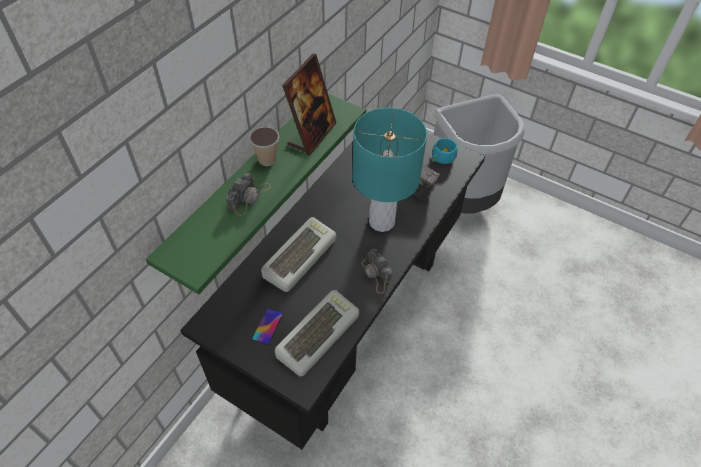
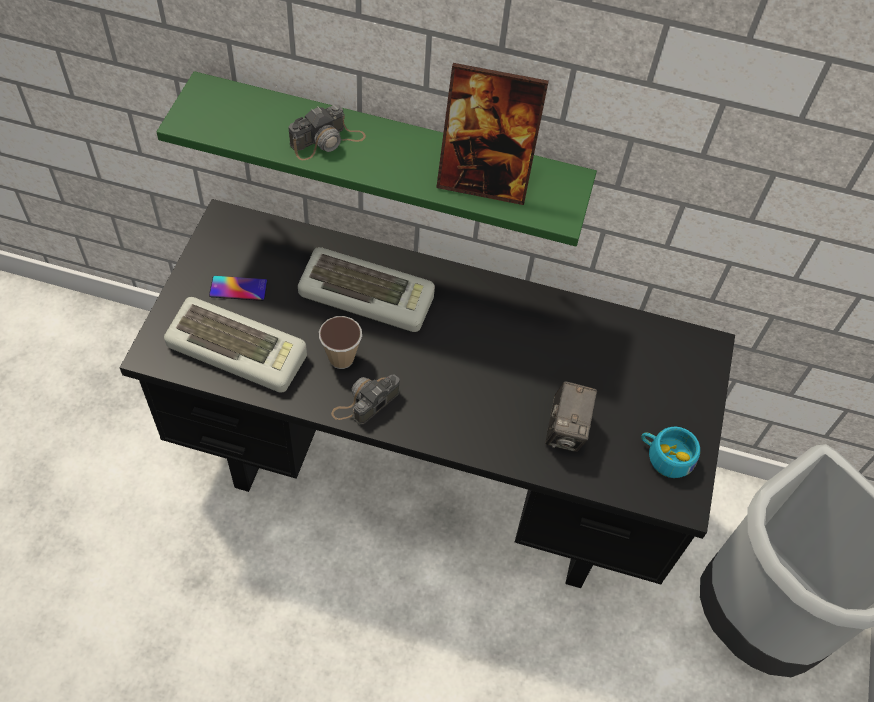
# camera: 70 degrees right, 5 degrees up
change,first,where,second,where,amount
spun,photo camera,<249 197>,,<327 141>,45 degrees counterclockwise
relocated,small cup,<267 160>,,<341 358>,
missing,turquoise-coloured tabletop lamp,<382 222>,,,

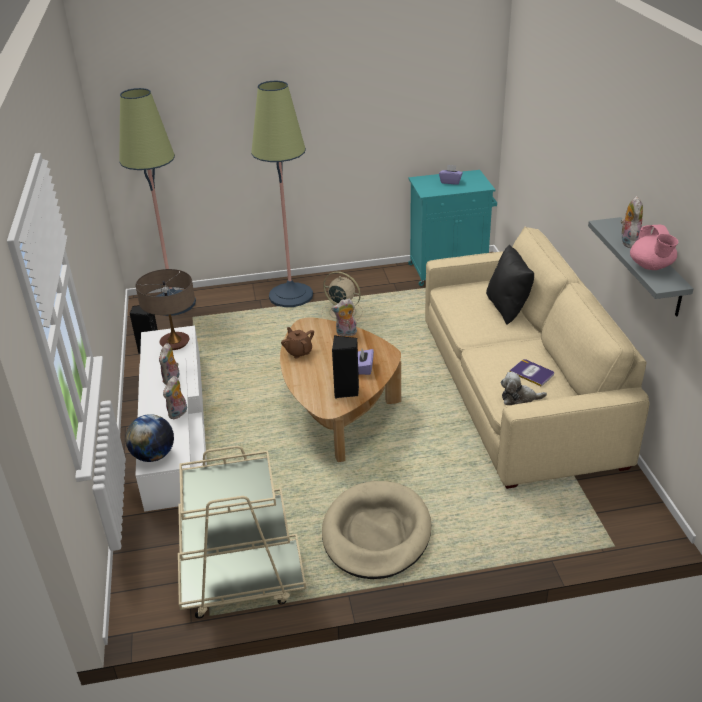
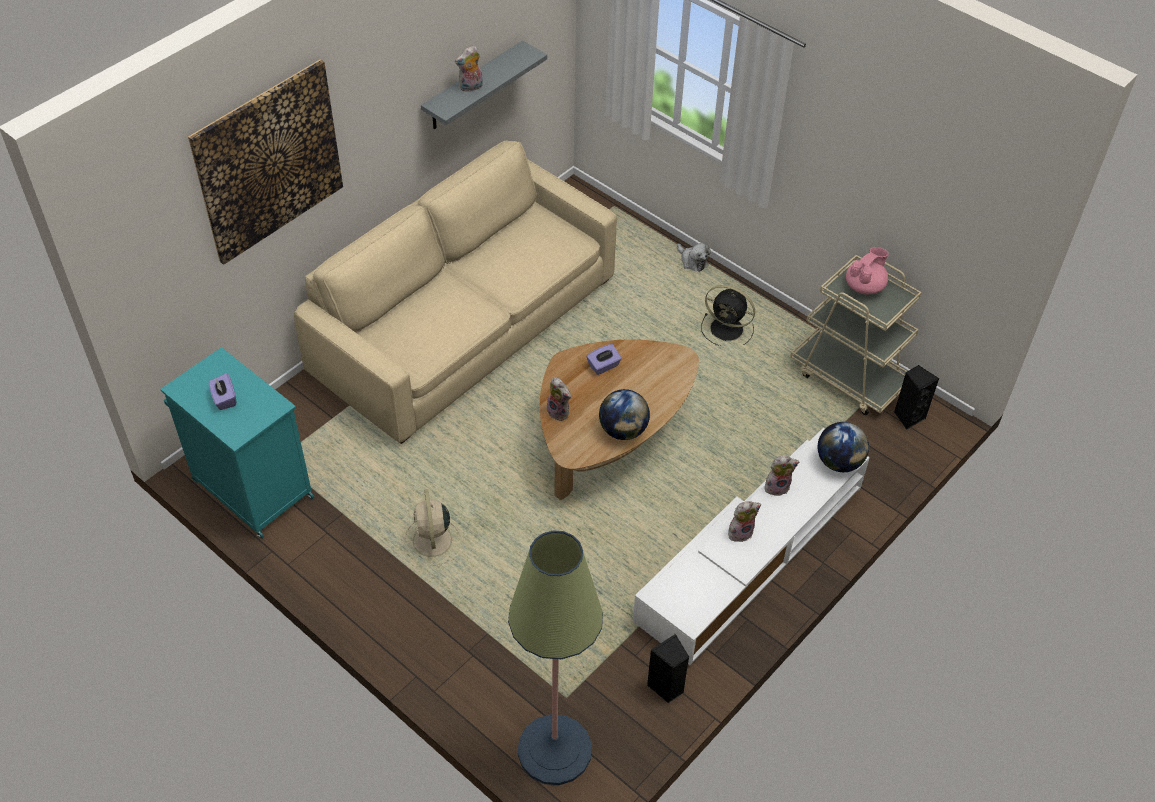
# camera: 130 degrees left, 15 degrees up
change,first,where,second,where,amount
missing,tabletop lamp,<175 343>,,,
missing,floor lamp,<291 296>,,,
exchanged,brown-coloured teapot,<299 352>,desk globe,<623 430>,
exchanged,beige dog bed,<376 533>,black-coloured cooling fan,<728 329>,
relocated,black-coloured audio speaker,<346 391>,,<908 416>,
missing,black-coloured pillow,<507 308>,,,
relocated,plush toy,<519 398>,,<692 261>,
missing,volume,<532 373>,,,
relocated,pink-coloured teapot,<651 266>,,<865 286>,
appeared,,,wall picture,<268 162>,

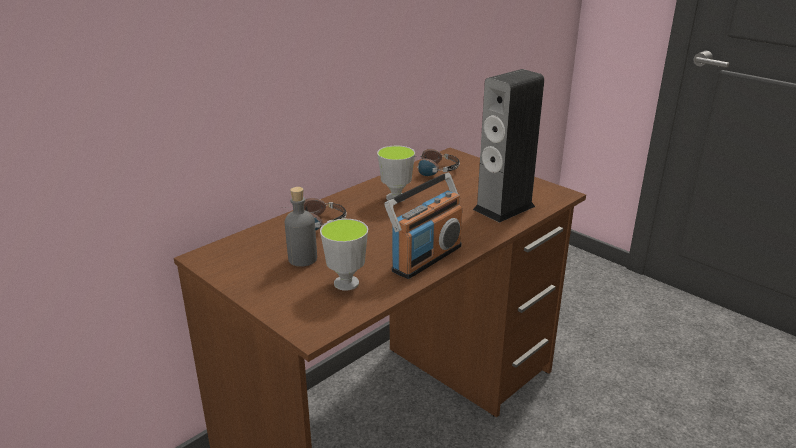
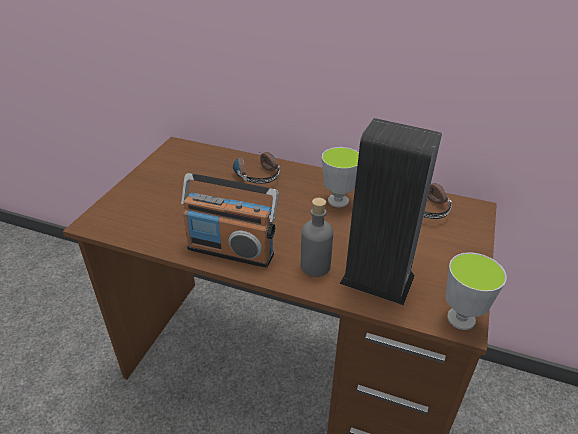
# camera: 65 degrees right, 10 degrees up
change,first,where,second,where,amount
relocated,grey drink bottle,<302 259>,,<315 266>,
relocated,small cup,<346 283>,,<461 319>,

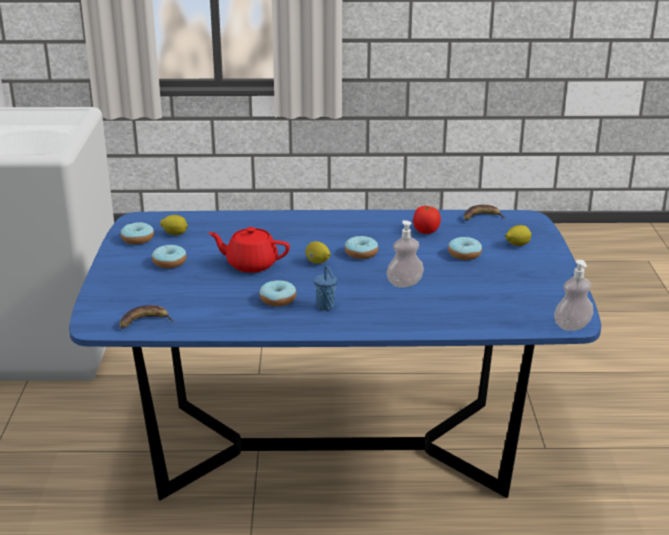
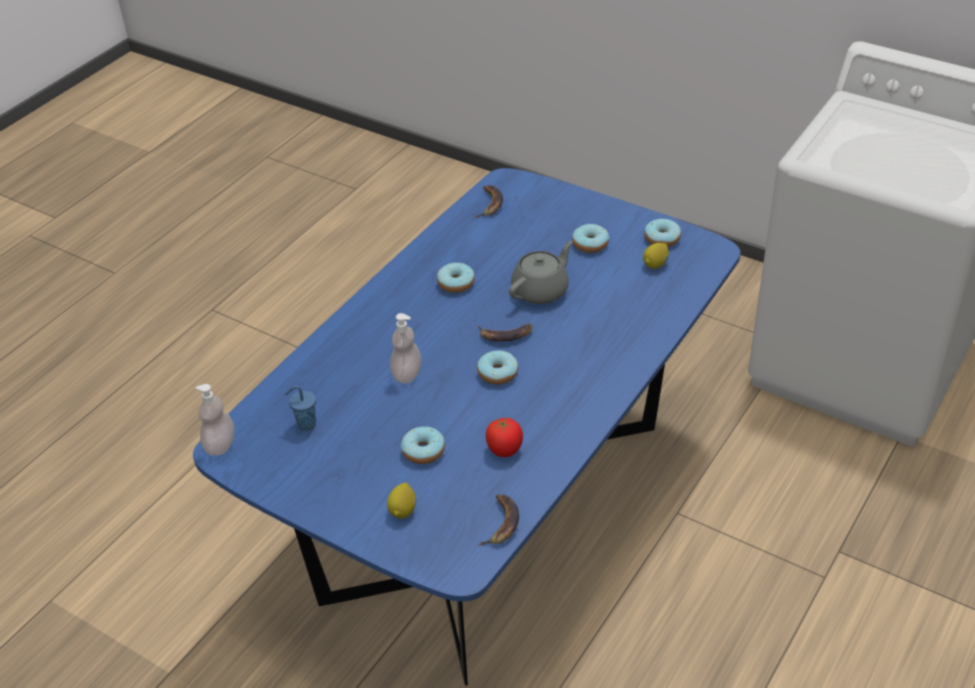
# camera: 125 degrees right, 15 degrees up
change,first,where,second,where,amount
colour,red teapot,<251 264>,grey teapot,<541 291>,
exchanged,whole lemon,<317 262>,banana,<505 335>,
relocated,bluish small cup,<326 307>,,<305 424>,

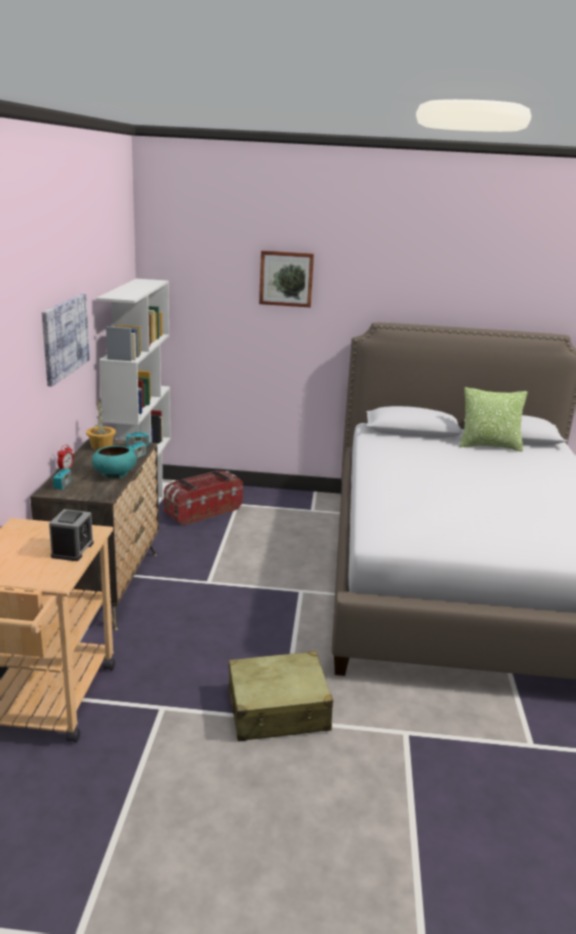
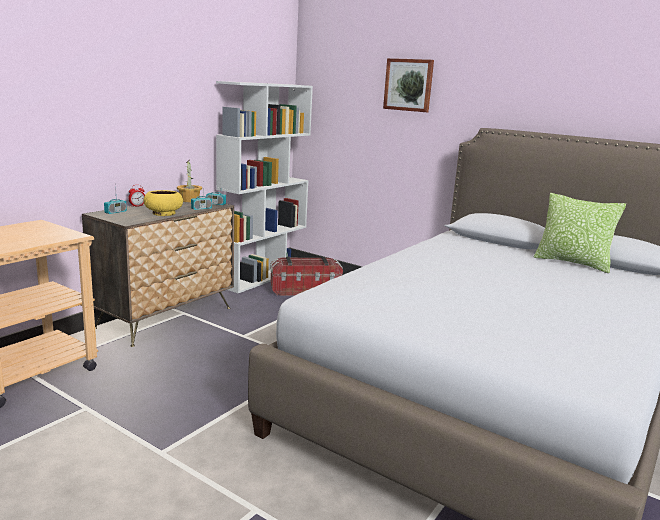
# camera: 30 degrees right, 5 degrees down
change,first,where,second,where,amount
missing,wall picture,<64 337>,,,
missing,table clock,<72 550>,,,
colour,turquoise-coloured serving bowl,<114 474>,yellow serving bowl,<163 213>,
missing,beige piece of luggage,<278 710>,,,

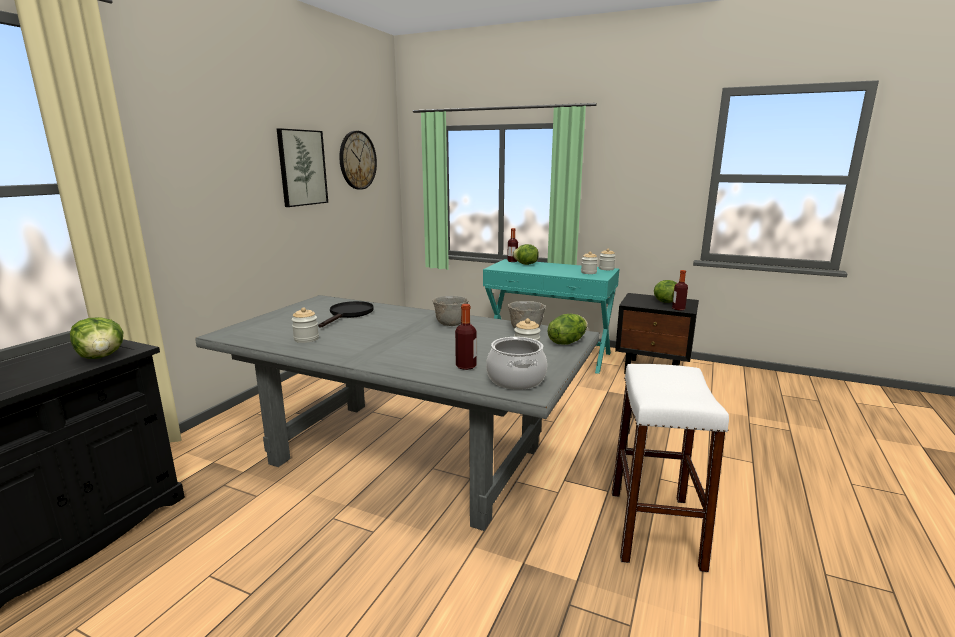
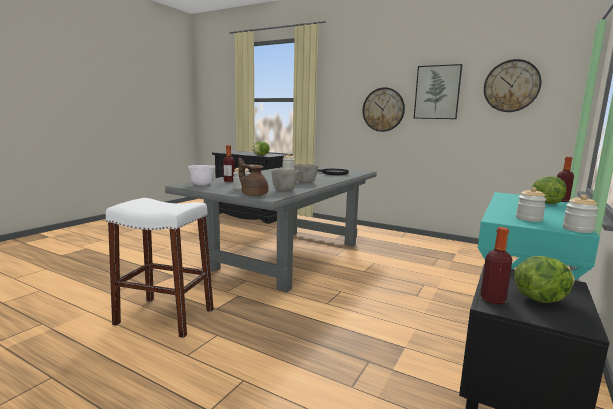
# camera: 95 degrees right, 5 degrees down
change,first,where,second,where,amount
exchanged,saucepot,<516 379>,whitish serving bowl,<202 185>,
exchanged,head of lettuce,<567 342>,brown-coloured teapot,<254 194>,
appeared,,,clock on the wall,<383 109>,

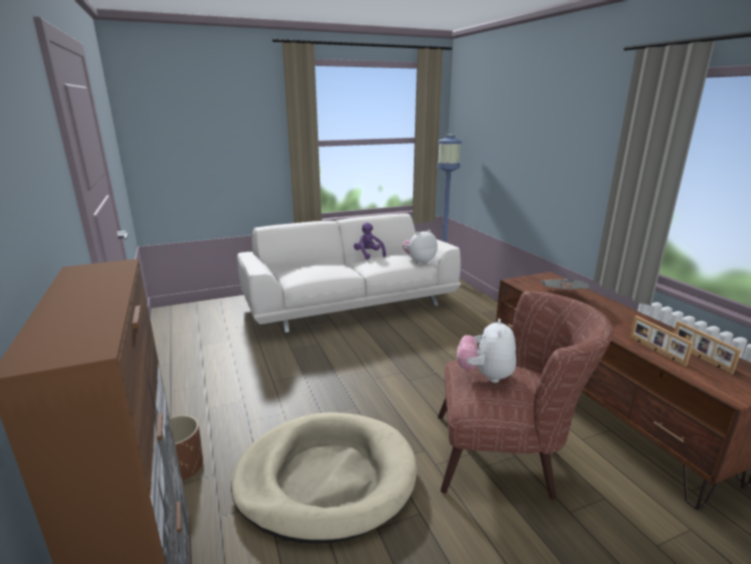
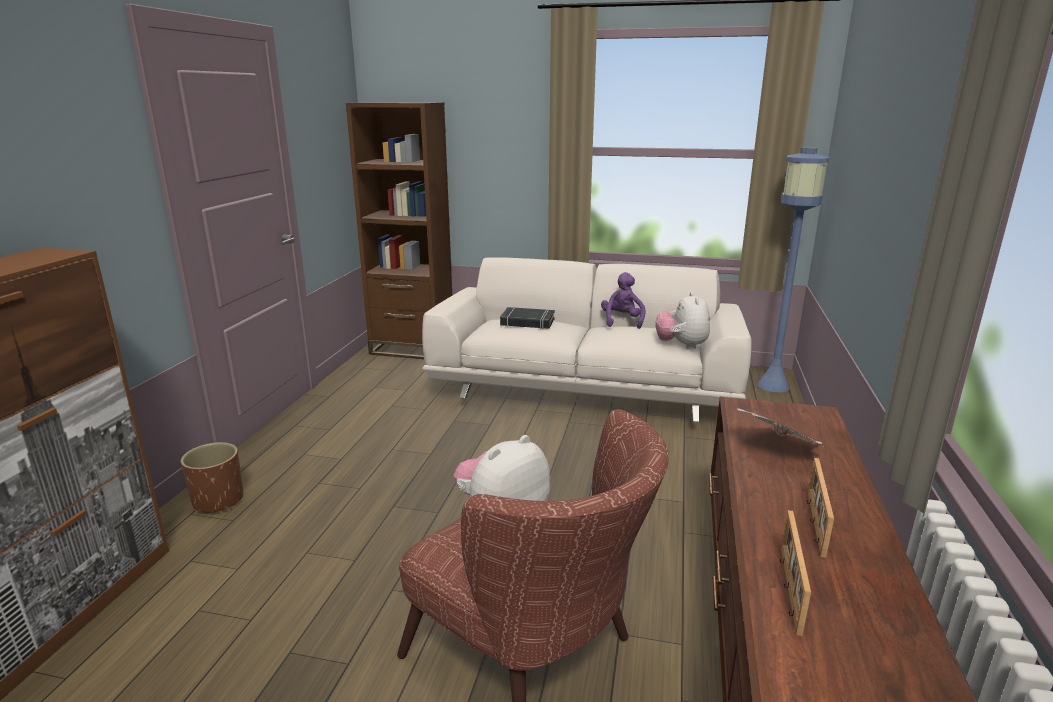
# camera: 35 degrees right, 0 degrees up
change,first,where,second,where,amount
missing,beige dog bed,<326 478>,,,
spun,plush toy,<419 261>,,<681 346>,90 degrees counterclockwise
relocated,standing frame,<699 357>,,<814 522>,
appeared,,,brown-coloured bookshelf,<412 348>,
appeared,,,black-coloured volume,<527 322>,

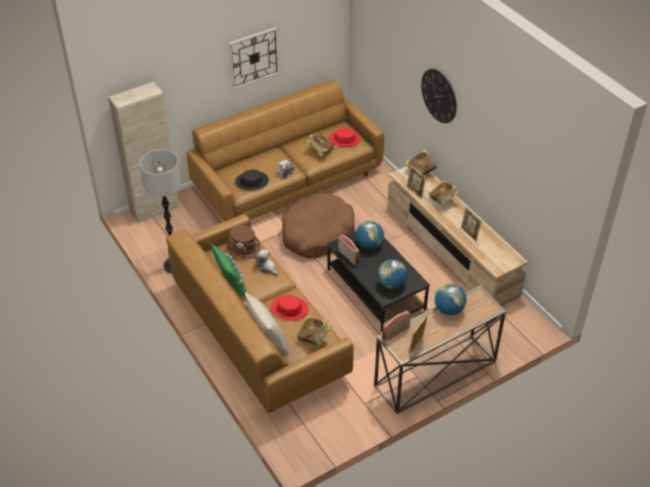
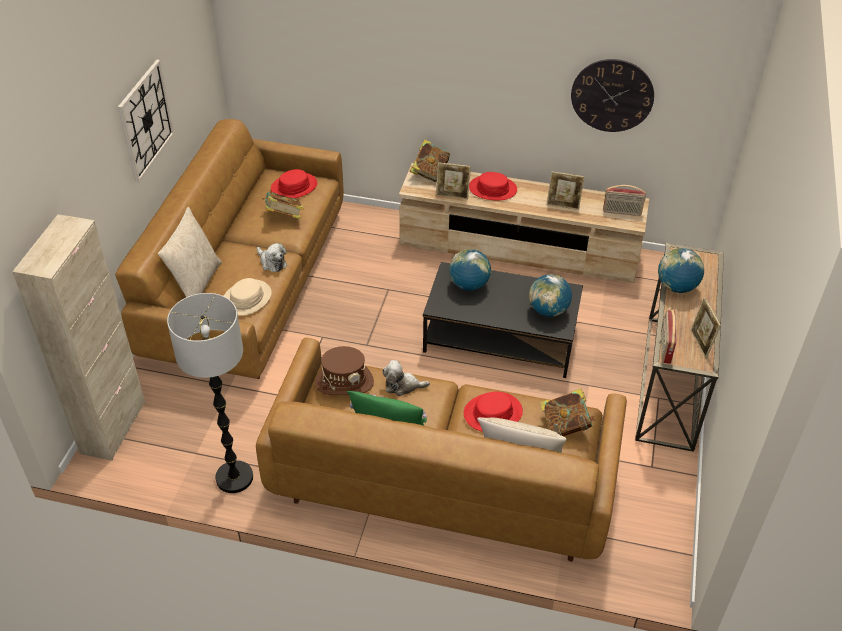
# camera: 45 degrees left, 0 degrees up
change,first,where,second,where,amount
colour,black-coloured wearable hat,<252 181>,beige wearable hat,<247 298>,
missing,brown-coloured dog bed,<317 234>,,,
relocated,radio receiver,<348 256>,,<622 212>,
relocated,clock on the wall,<439 95>,,<612 95>,
exchanged,volume,<443 201>,red wearable hat,<492 189>,
appeared,,,beige pillow,<196 283>,

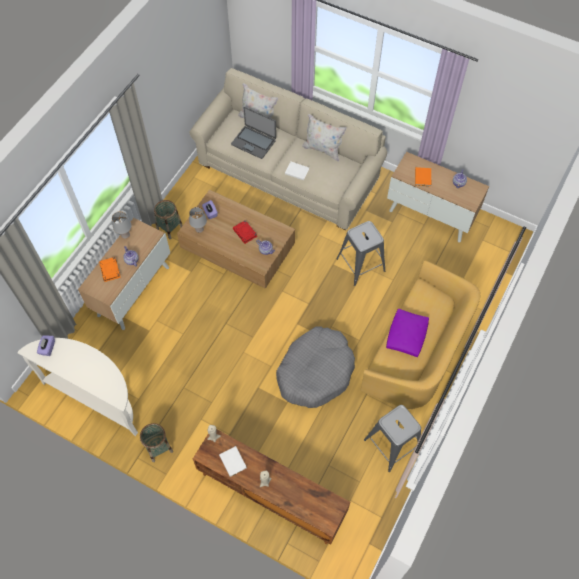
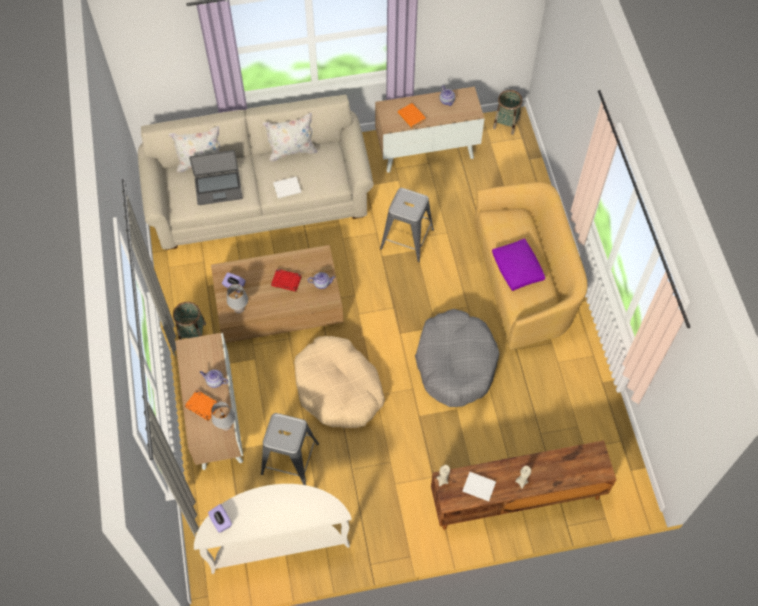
# camera: 40 degrees left, 0 degrees up
change,first,where,second,where,amount
relocated,grey tabletop lamp,<125 235>,,<226 426>,
relocated,household basket,<158 447>,,<506 123>,
relocated,grey stool,<391 444>,,<289 459>,
appeared,,,beige dog bed,<338 388>,

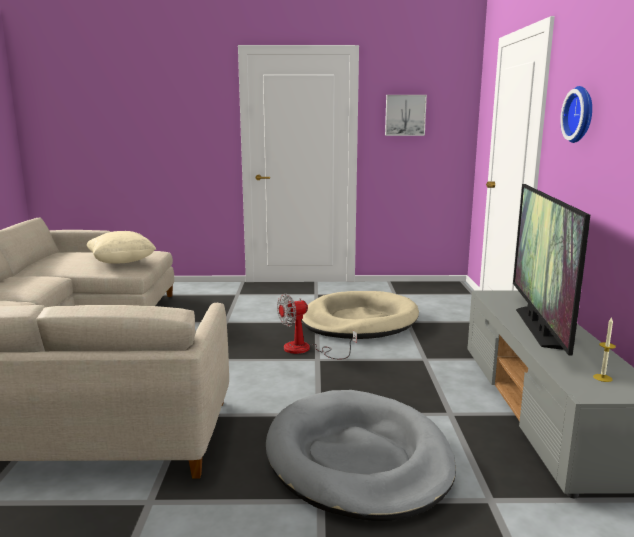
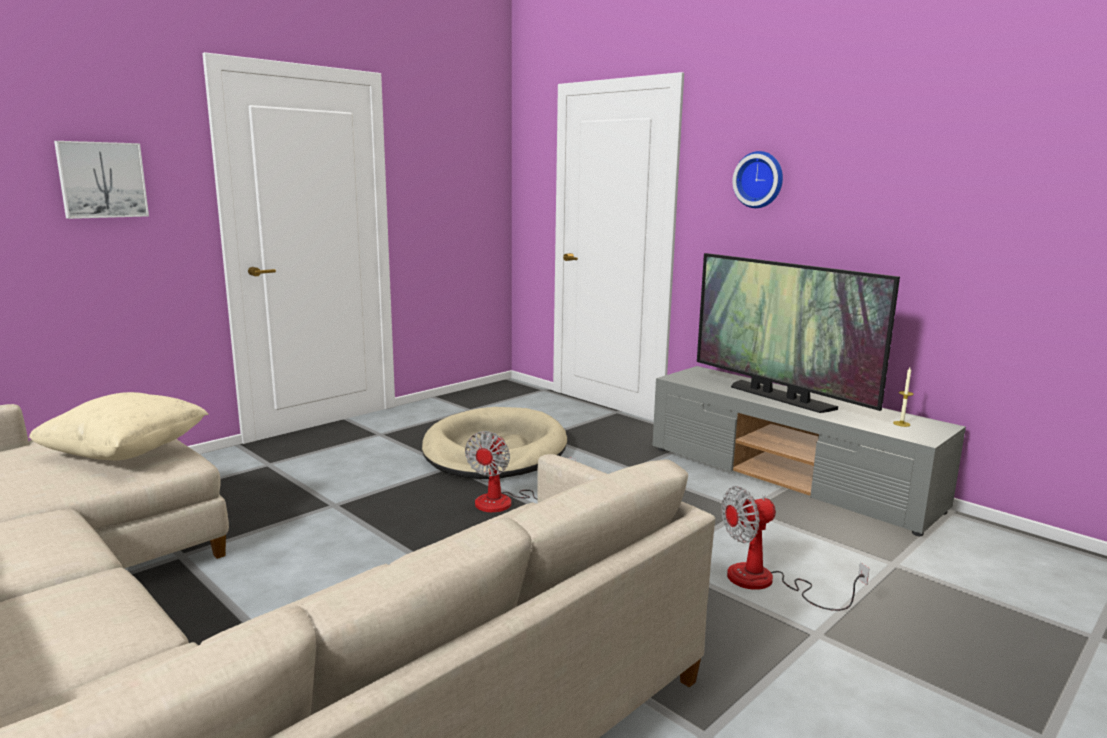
# camera: 45 degrees left, 0 degrees up
change,first,where,second,where,amount
exchanged,grey dog bed,<358 458>,cooling fan,<767 583>,
relocated,wall picture,<405 115>,,<102 180>,

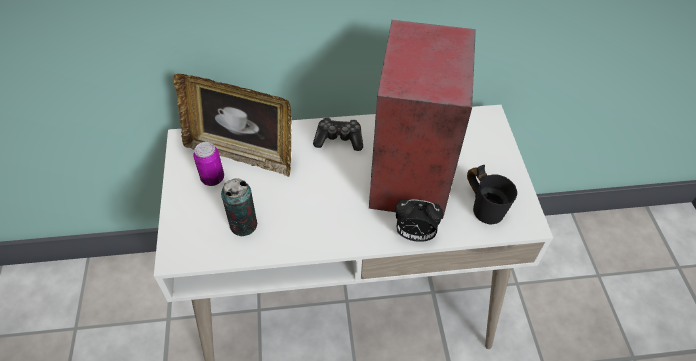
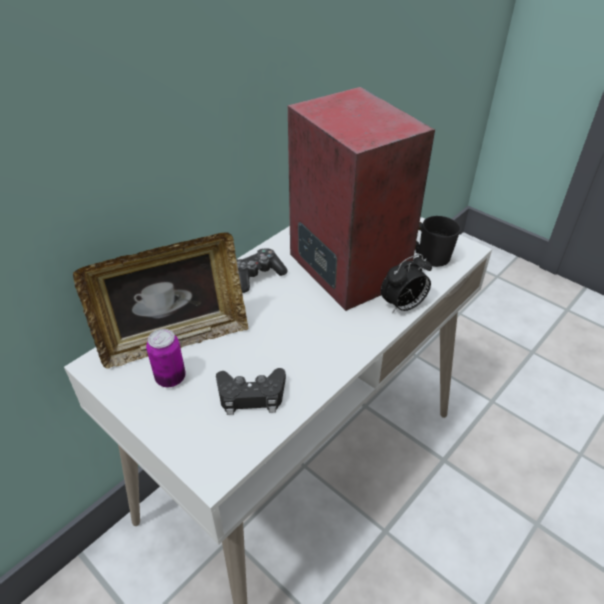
# camera: 40 degrees left, 10 degrees down
change,first,where,second,where,amount
exchanged,can,<243 225>,black-coloured joypad,<251 395>,

